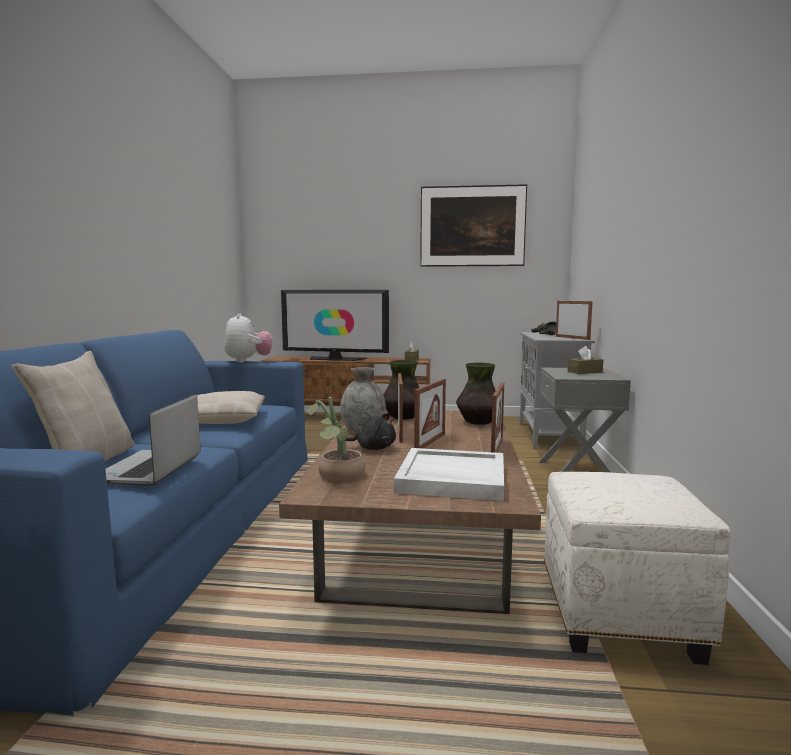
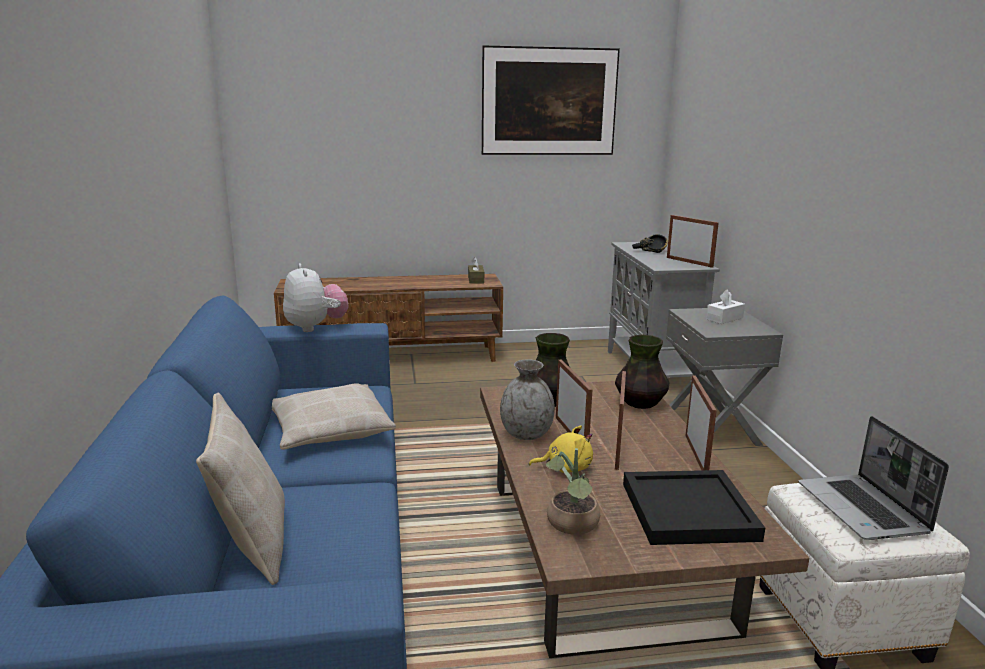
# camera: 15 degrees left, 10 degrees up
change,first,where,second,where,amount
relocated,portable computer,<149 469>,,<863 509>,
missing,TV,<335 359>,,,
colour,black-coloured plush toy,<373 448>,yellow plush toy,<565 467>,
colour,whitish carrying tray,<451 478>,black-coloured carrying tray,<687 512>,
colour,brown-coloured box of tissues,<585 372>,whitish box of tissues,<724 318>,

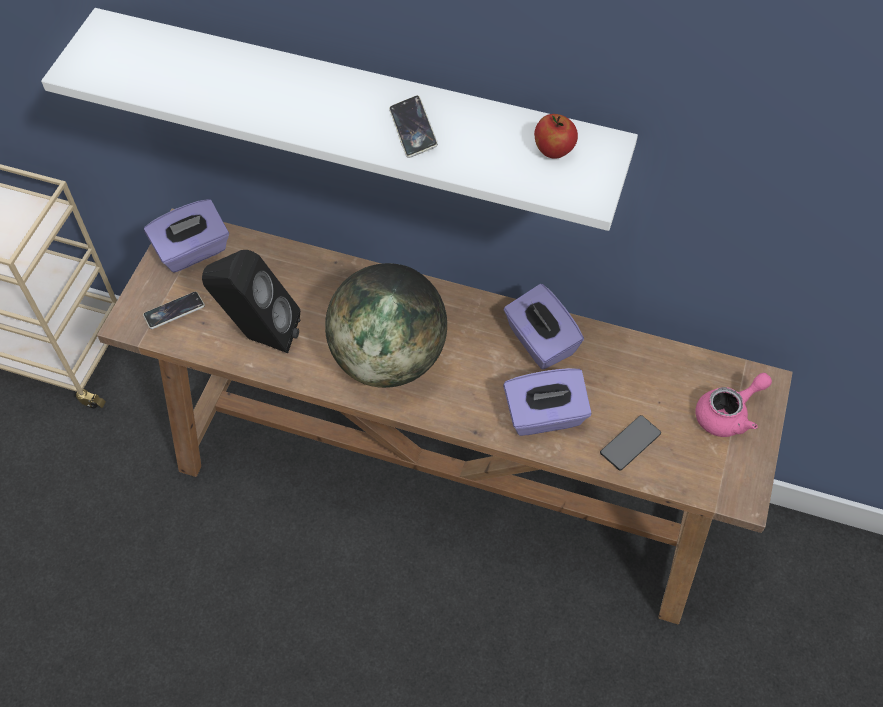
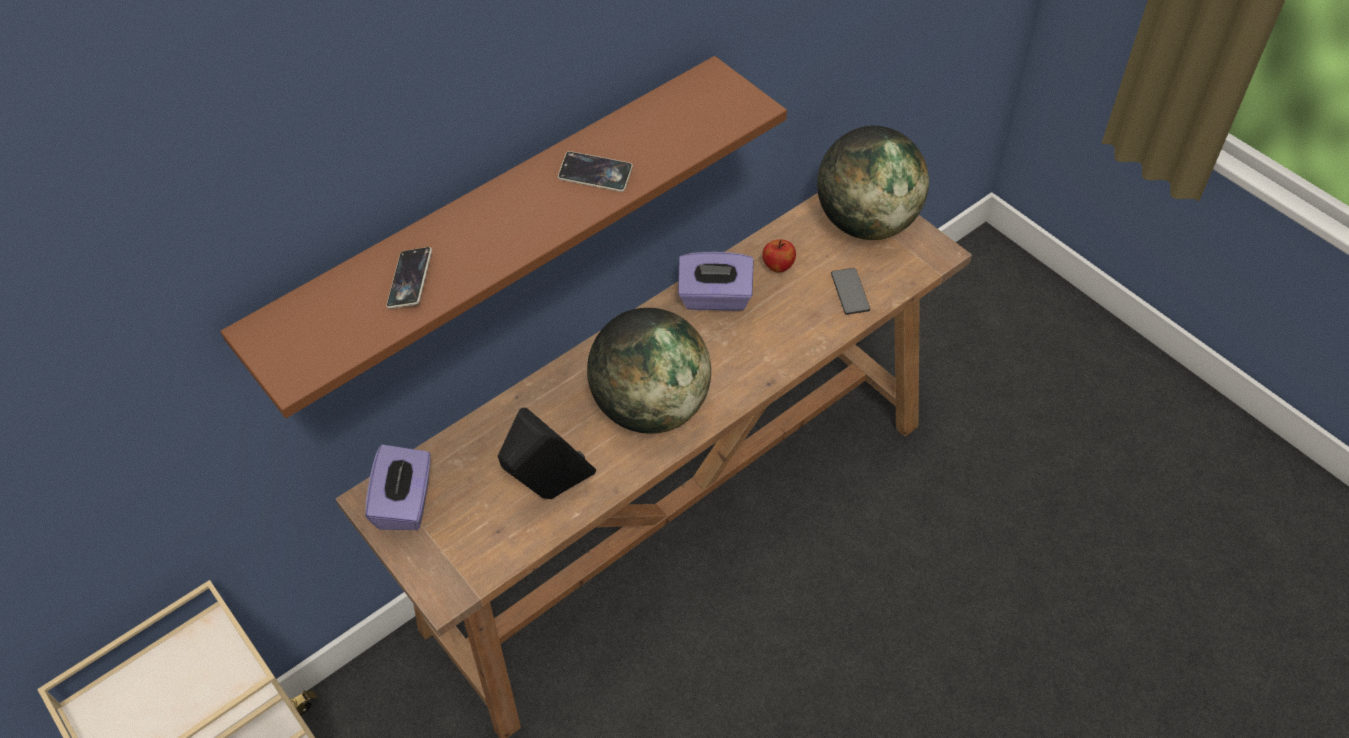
# camera: 55 degrees left, 5 degrees down
change,first,where,second,where,amount
colour,whitish shelf,<358 107>,brown-coloured shelf,<496 220>,
relocated,telephone,<174 312>,,<410 281>,
missing,purplish box of tissues,<544 416>,,,
relocated,whole apple,<554 151>,,<778 266>,
exchanged,pink-coloured teapot,<728 414>,desk globe,<866 222>,

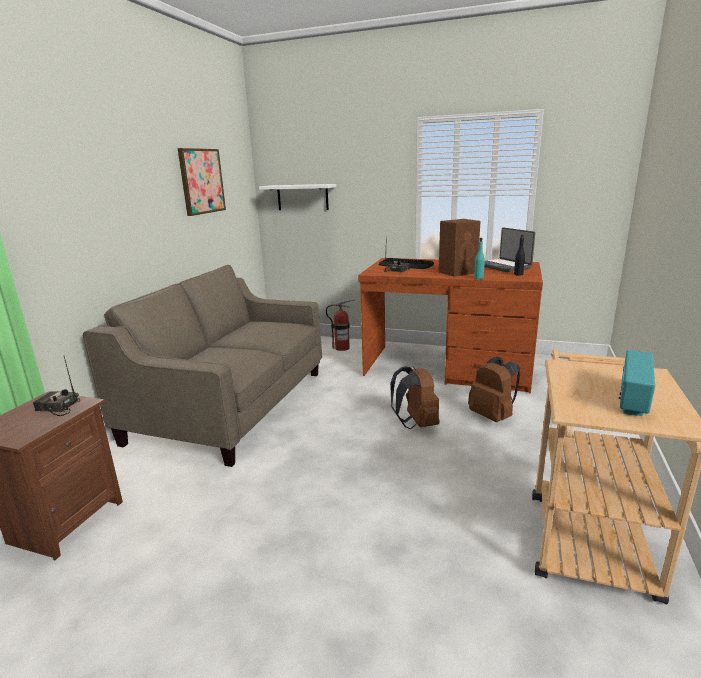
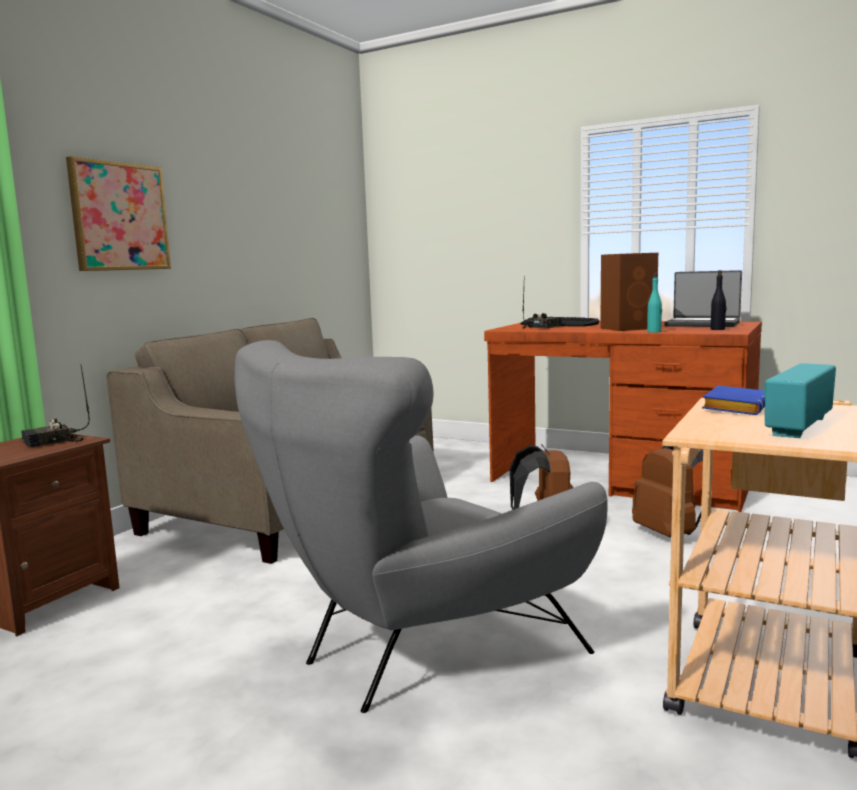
# camera: 10 degrees right, 10 degrees down
change,first,where,second,where,amount
spun,radio receiver,<57 408>,,<52 442>,60 degrees counterclockwise
relocated,wall picture,<201 181>,,<119 217>,
missing,whitish shelf,<302 197>,,,
missing,extinguisher,<342 348>,,,
spun,portable computer,<504 266>,,<702 324>,45 degrees counterclockwise
appeared,,,grey lounge chair,<415 651>,
appeared,,,bluish volume,<734 407>,

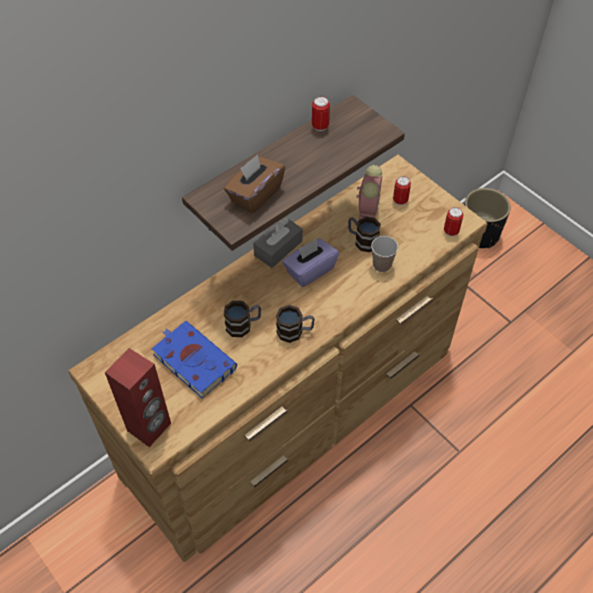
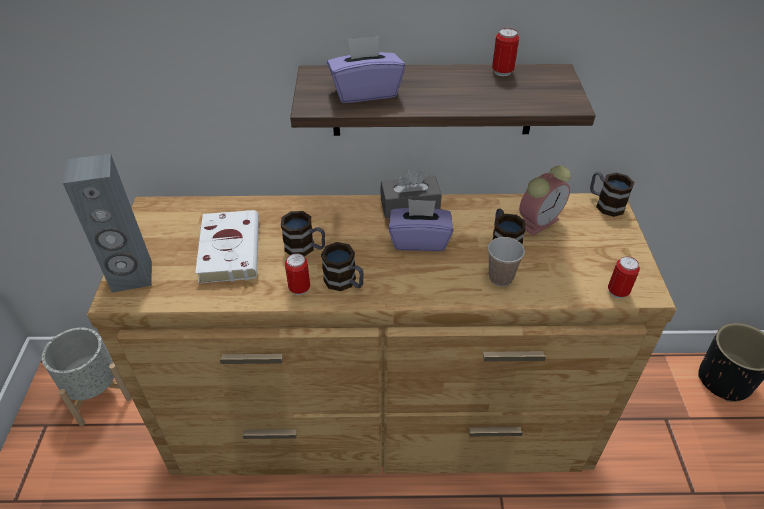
# camera: 40 degrees right, 10 degrees down
change,first,where,second,where,amount
colour,red audio speaker,<149 427>,grey audio speaker,<132 277>,
colour,bluish volume,<192 360>,whitish volume,<229 248>,
colour,brown-coloured box of tissues,<255 194>,purplish box of tissues,<365 92>,
relocated,can,<400 200>,,<299 288>,
appeared,,,grey flower pot,<97 394>,
appeared,,,tea mug,<605 204>,

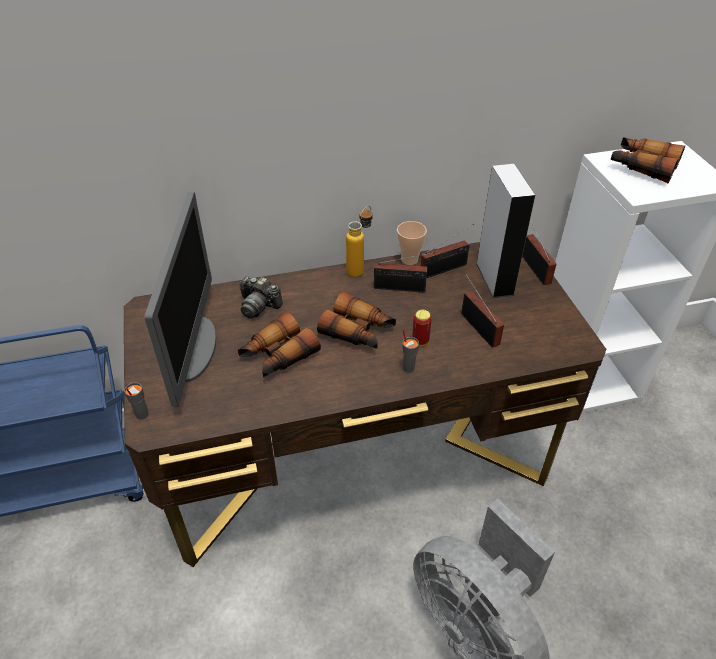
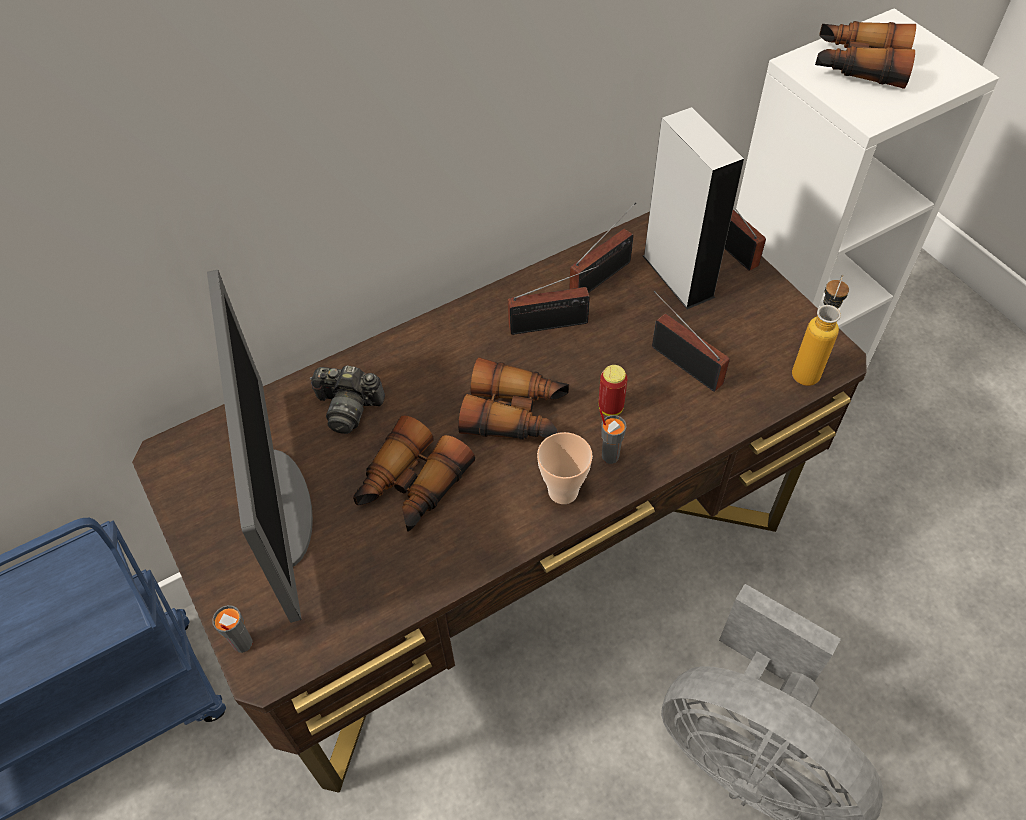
# camera: 15 degrees left, 10 degrees up
change,first,where,second,where,amount
relocated,drink bottle,<359 269>,,<808 367>,
relocated,small cup,<409 260>,,<563 491>,

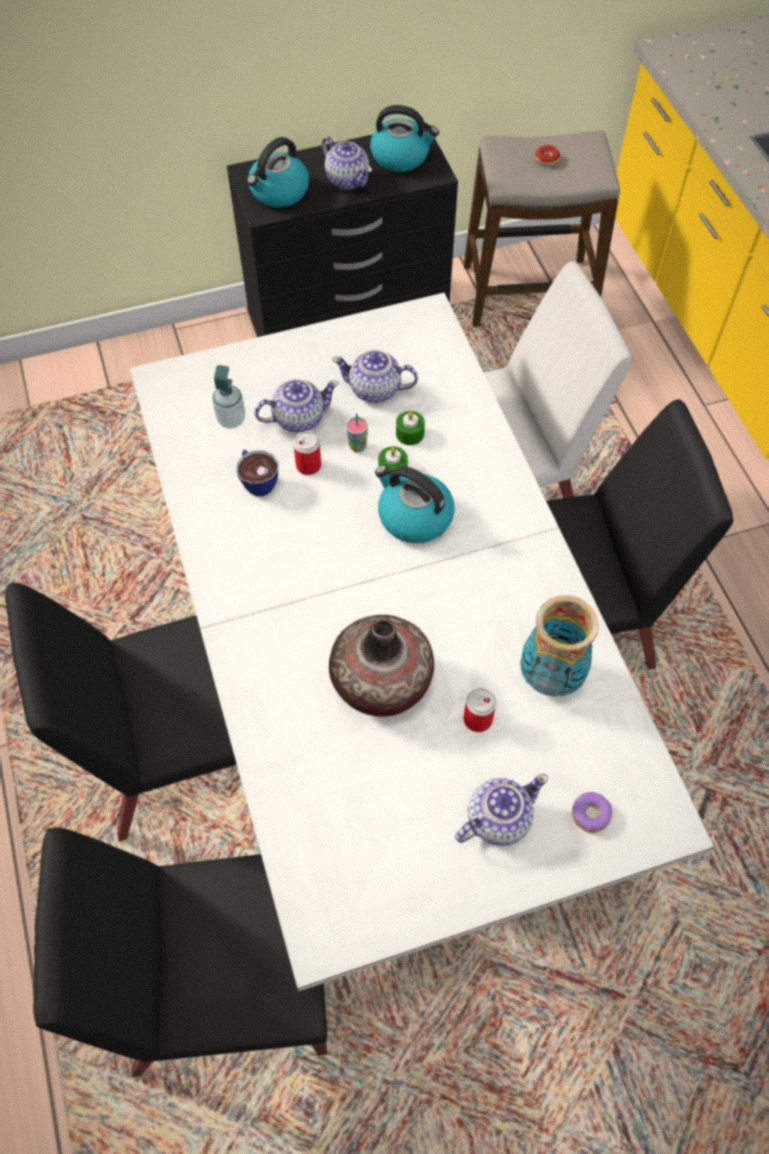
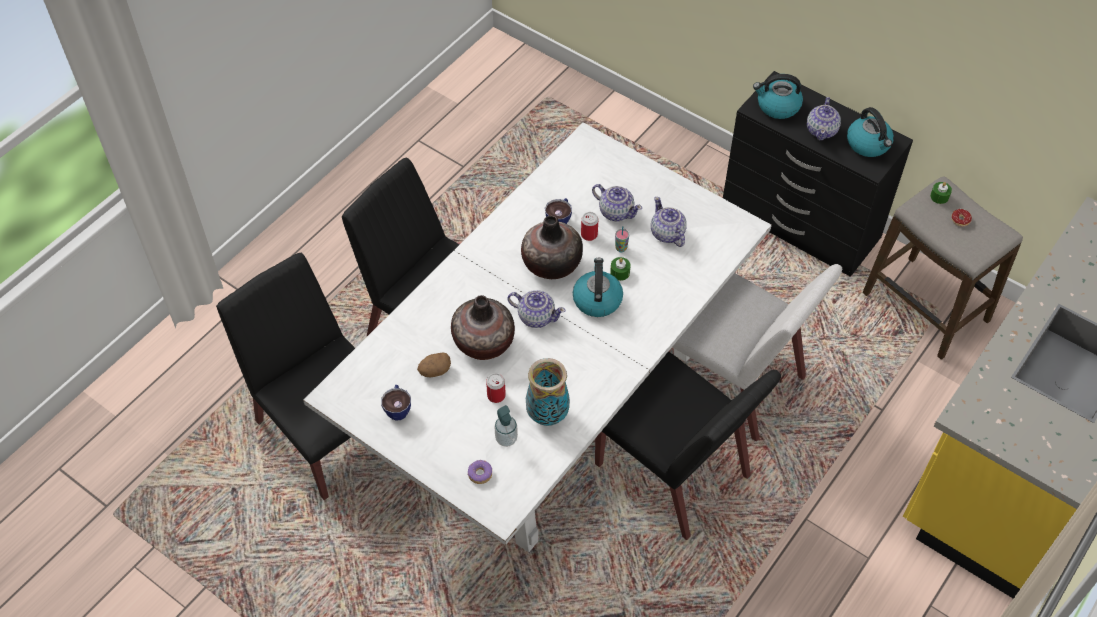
# camera: 55 degrees right, 5 degrees down
change,first,where,second,where,amount
relocated,soap dispenser,<231 419>,,<506 439>,
relocated,green-coloured wax candle,<410 433>,,<939 196>,
relocated,teapot,<497 819>,,<536 316>,
appeared,,,small cup,<398 408>,
appeared,,,potato,<434 371>,
appeared,,,vase,<551 264>,

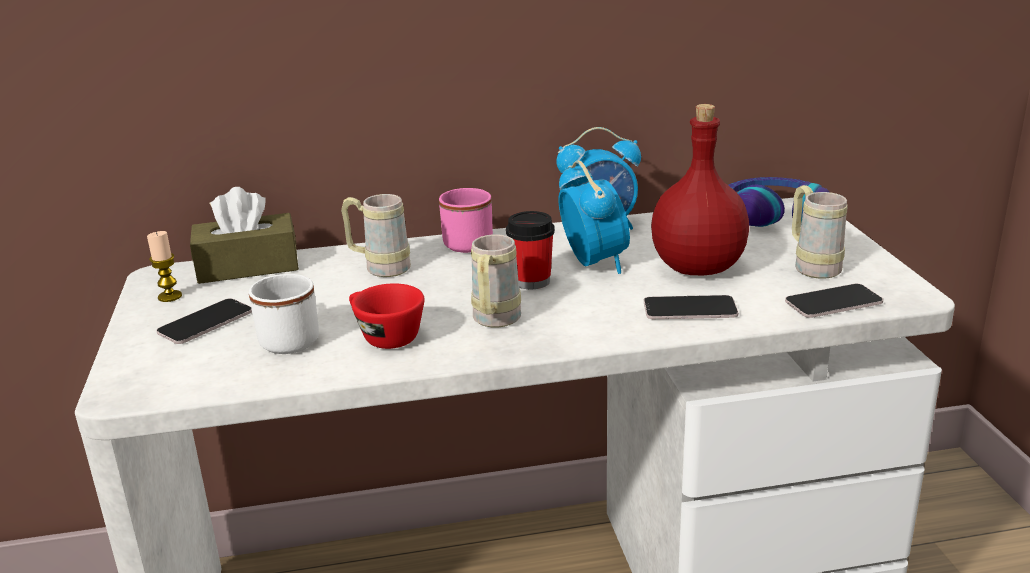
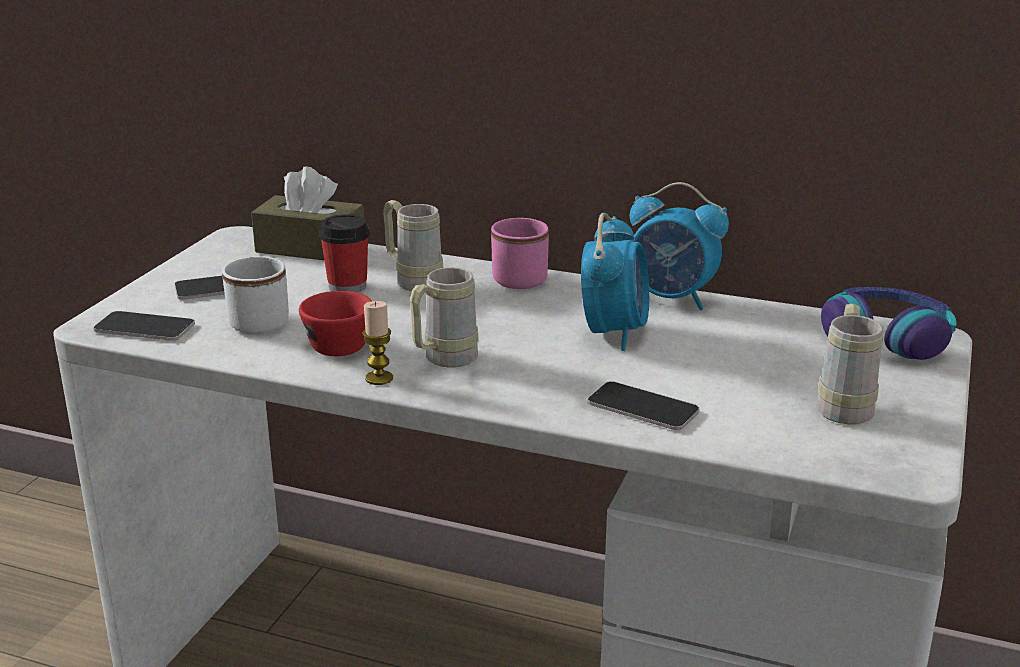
# camera: 30 degrees right, 0 degrees up
change,first,where,second,where,amount
relocated,wax candle,<170 296>,,<379 378>,
relocated,small cup,<531 281>,,<347 286>,
missing,red drink bottle,<698 267>,,,
relocated,telephone,<833 302>,,<144 328>,

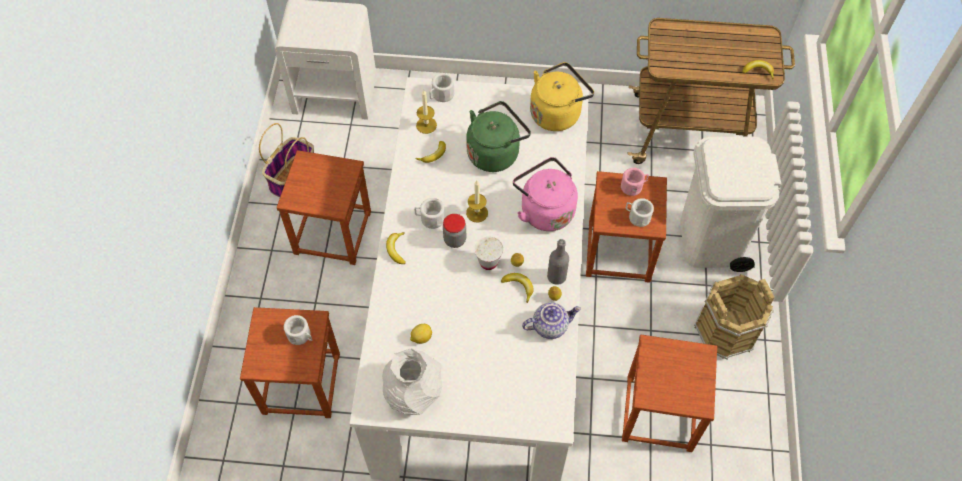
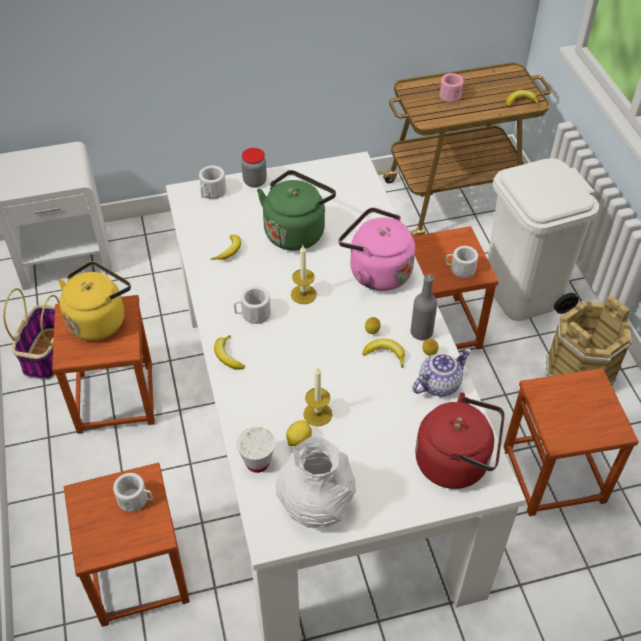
# camera: 20 degrees left, 10 degrees down
change,first,where,second,where,amount
relocated,wax candle,<426 125>,,<317 414>,
relocated,preserve jar,<455 239>,,<255 181>,
relocated,whitish small cup,<488 262>,,<257 462>,
relocated,yellow water kettle,<557 112>,,<99 319>,
relocated,pink-coloured tea mug,<633 186>,,<452 95>,
appeared,,,red water kettle,<456 462>,

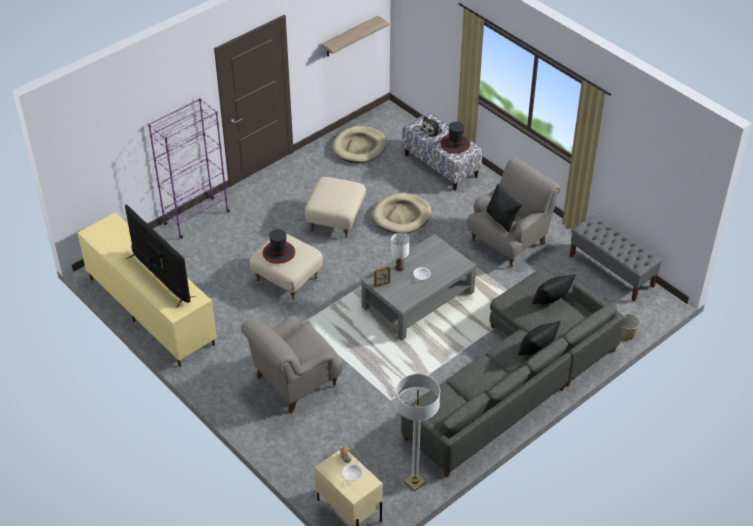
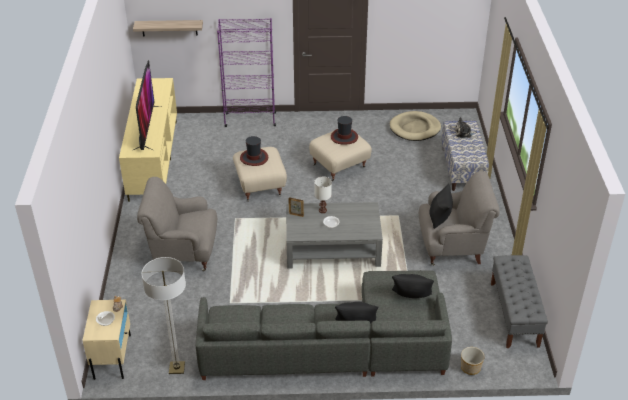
# camera: 40 degrees right, 5 degrees down
change,first,where,second,where,amount
relocated,shelf,<350 37>,,<169 28>,
missing,beige dog bed,<402 216>,,,
relocated,wearable hat,<455 144>,,<344 137>,

